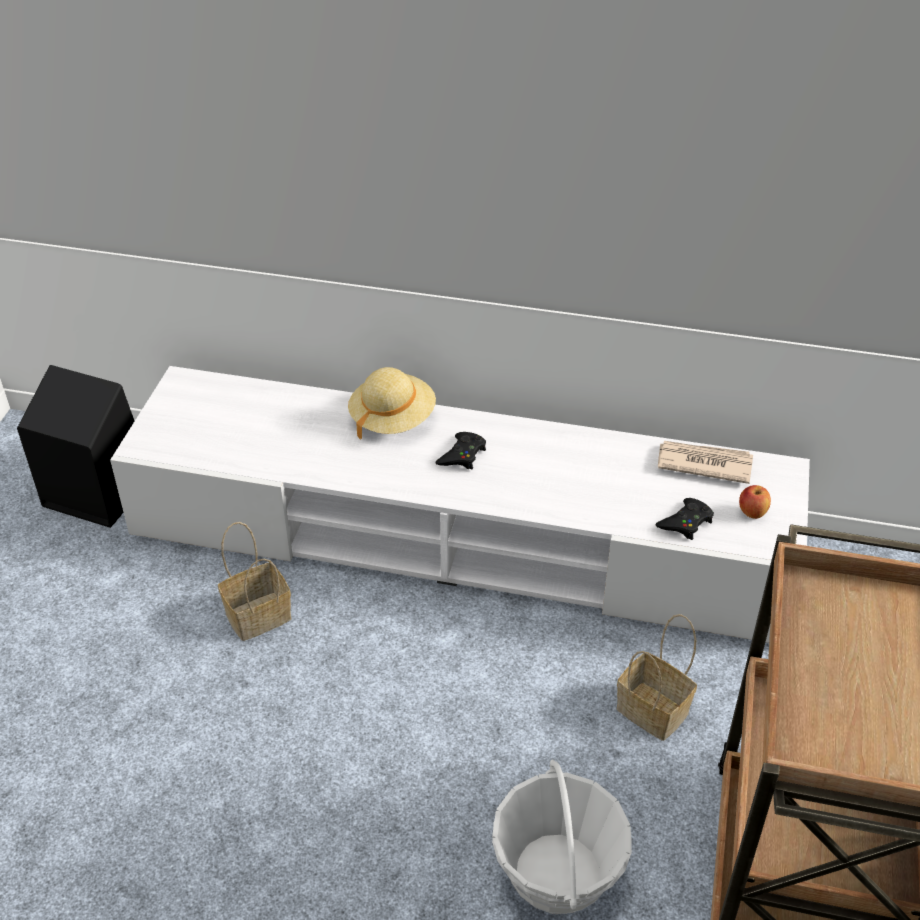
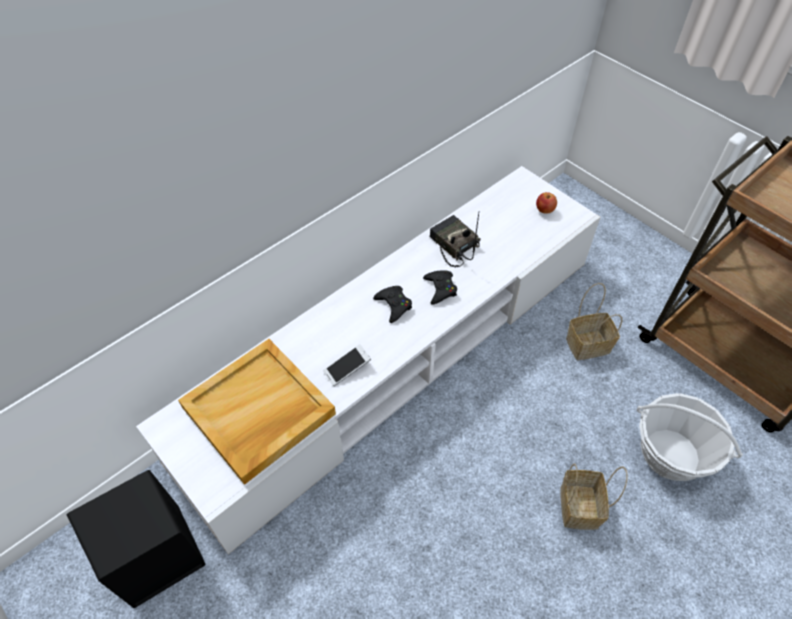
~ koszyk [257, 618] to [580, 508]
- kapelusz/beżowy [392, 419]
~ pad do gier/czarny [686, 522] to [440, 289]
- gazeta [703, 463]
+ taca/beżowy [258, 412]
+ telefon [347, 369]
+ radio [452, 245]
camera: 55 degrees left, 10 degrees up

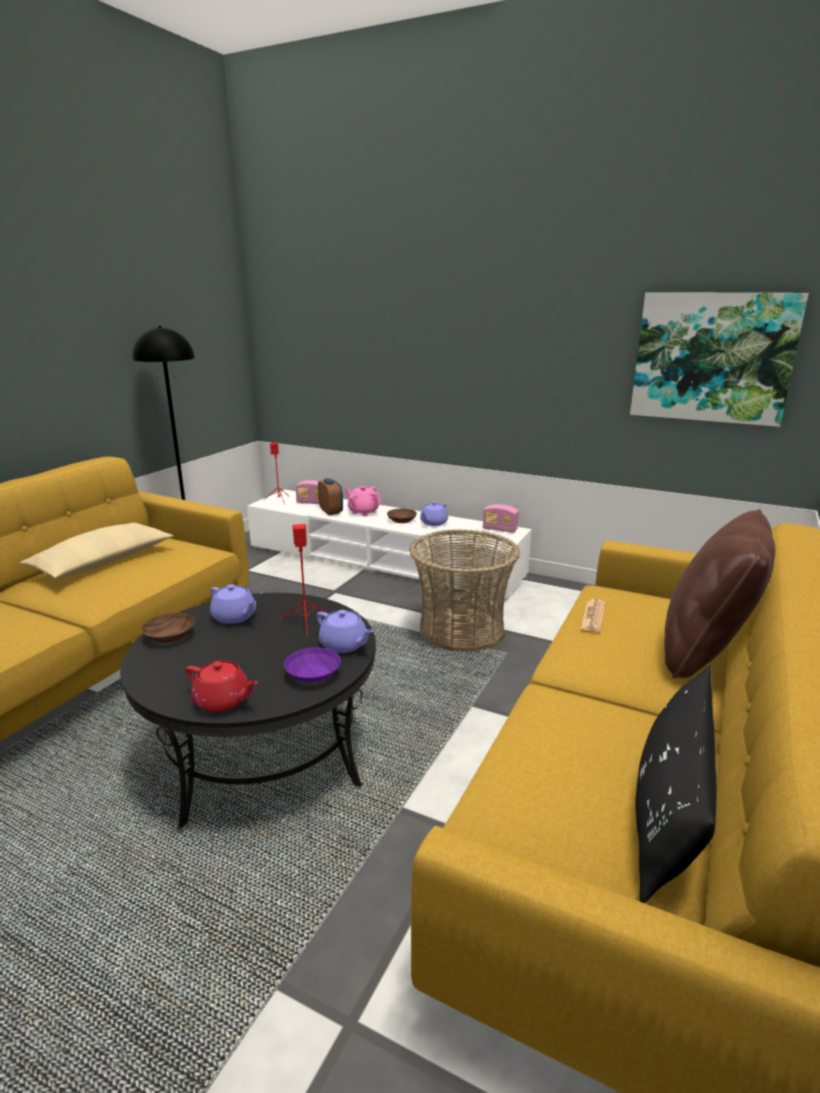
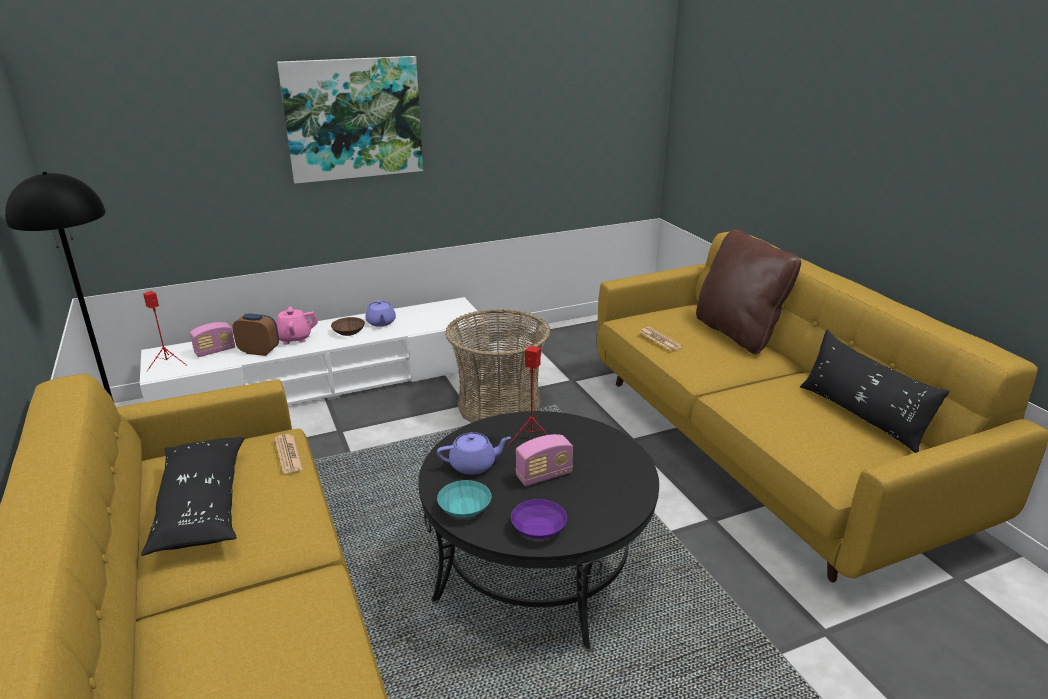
~ poduszka/beżowy [103, 562] to poduszka/czarny [202, 506]
~ miska/brązowy [171, 635] to miska/turkusowy [464, 507]
- imbryk/czerwony [223, 701]
~ miska/fioletowy [314, 675] to [540, 528]
- imbryk/fioletowy [344, 645]
~ radio [499, 529] to [544, 475]
~ obraz [712, 358] to [353, 119]
+ gazeta [288, 454]
camera: 50 degrees left, 5 degrees up

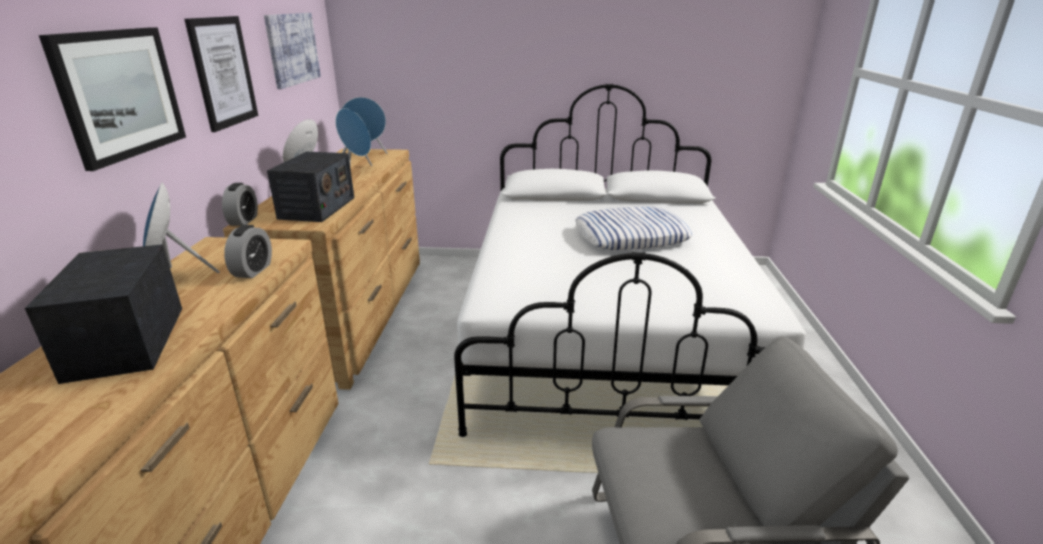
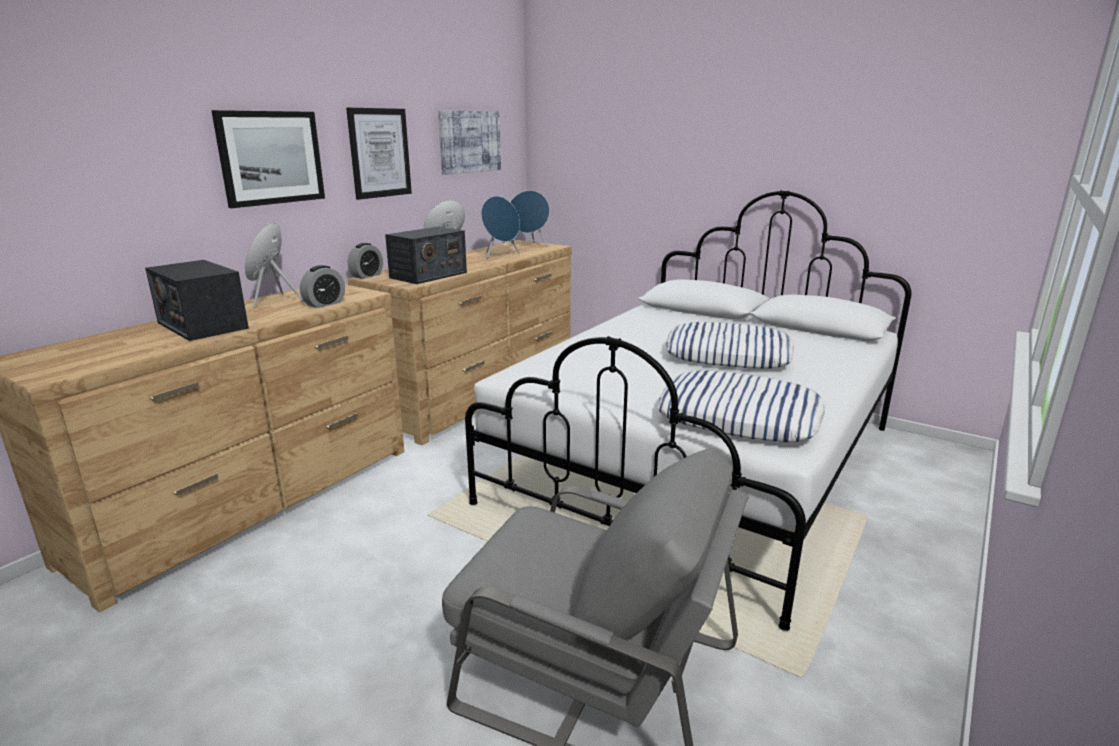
~ radio [127, 341] = [202, 325] 60 degrees counterclockwise
+ poduszka [739, 417]
camera: 30 degrees right, 5 degrees down

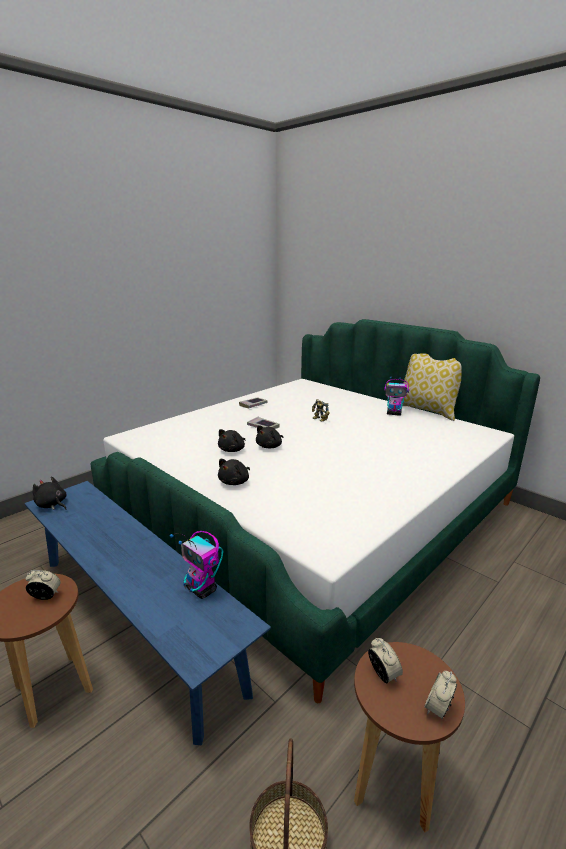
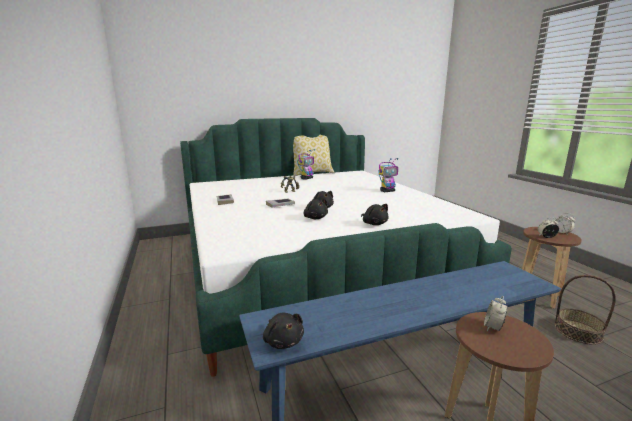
~ pluszak/czarny [52, 505] = [283, 341] 90 degrees counterclockwise
~ robot zabawkowy [202, 590] to [387, 191]
camera: 65 degrees left, 5 degrees down

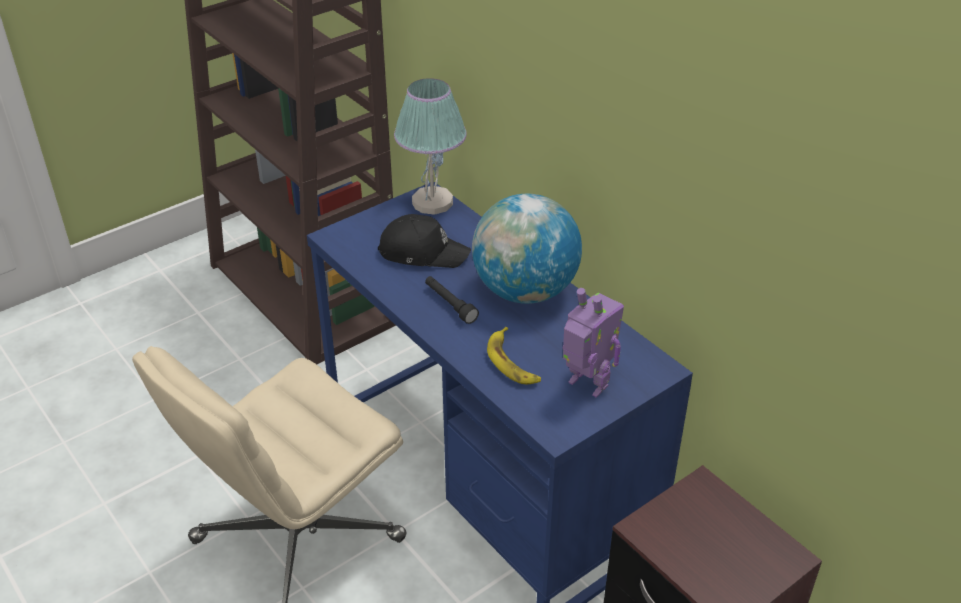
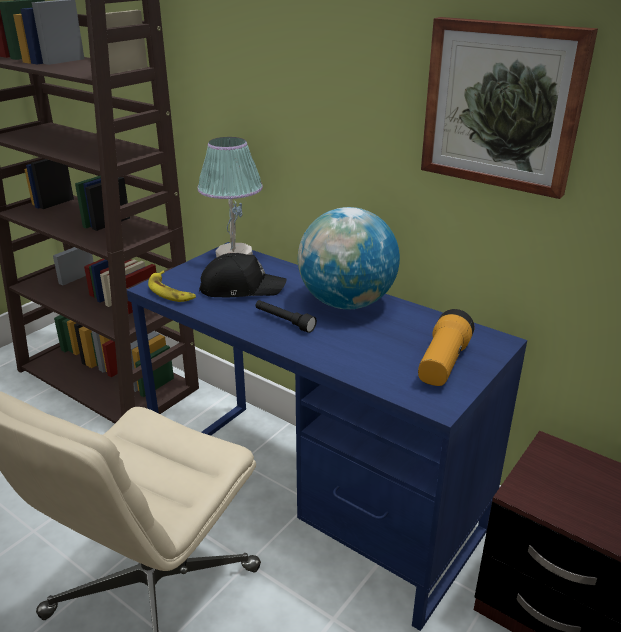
~ banan [512, 362] to [171, 291]
~ robot zabawkowy [586, 385] to latarka [443, 363]
+ obraz [502, 105]
camera: 15 degrees left, 10 degrees down

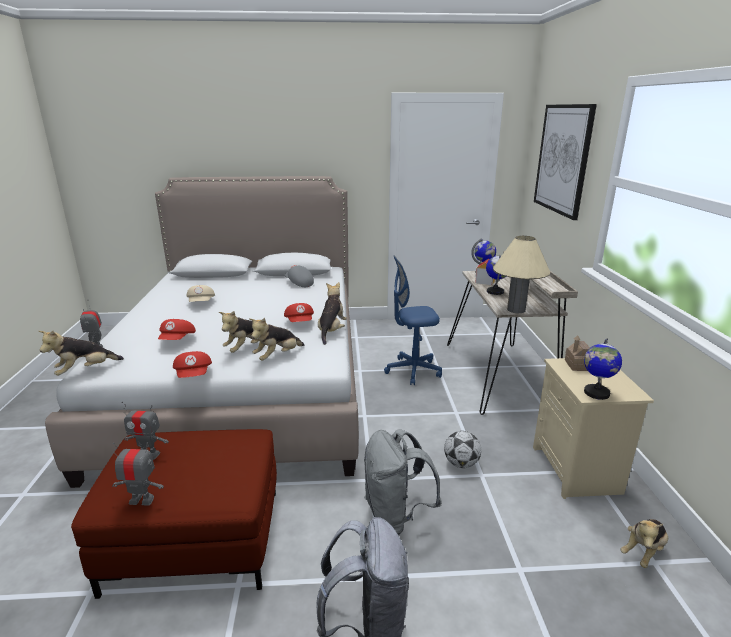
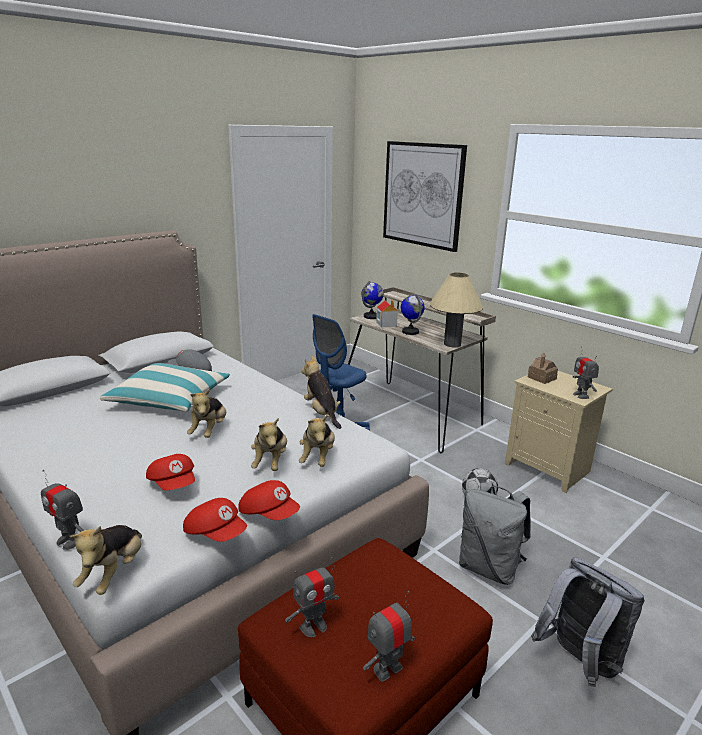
- czapka z daszkiem/beżowy [202, 303]
~ czapka z daszkiem/czerwony [300, 322] to [216, 533]
~ globus [596, 393] to robot zabawkowy [581, 395]
~ pluszak [643, 551] to [209, 430]
+ poduszka [169, 399]
camera: 40 degrees left, 0 degrees up

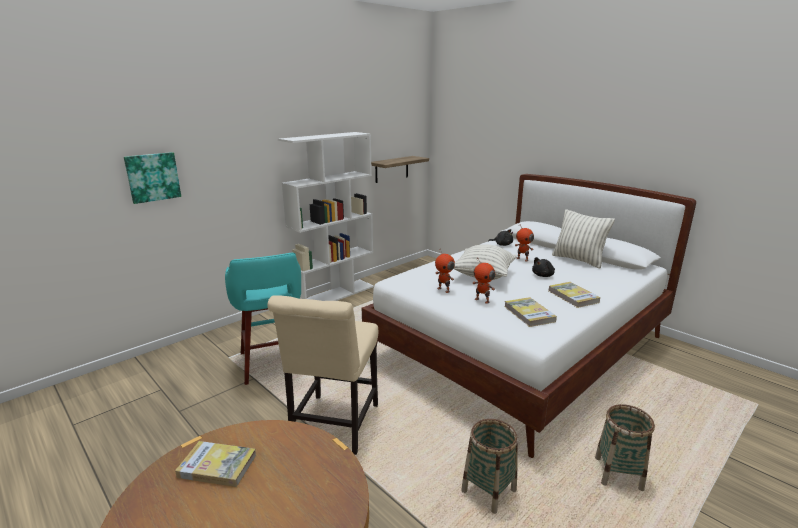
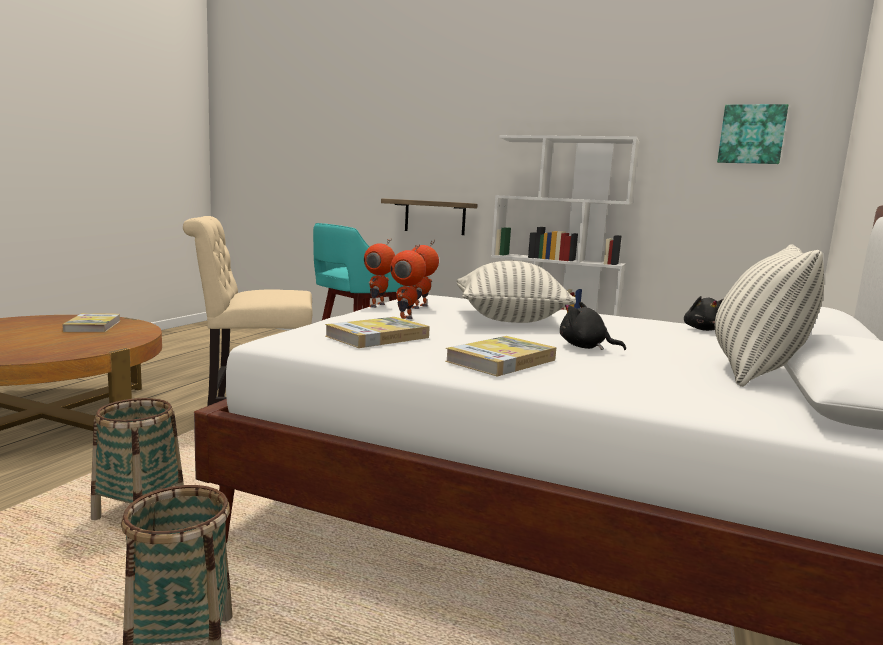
~ obraz [152, 177] to [751, 134]
~ półka [391, 169] to [435, 217]
~ robot zabawkowy [522, 259] to [378, 305]
camera: 65 degrees right, 10 degrees down

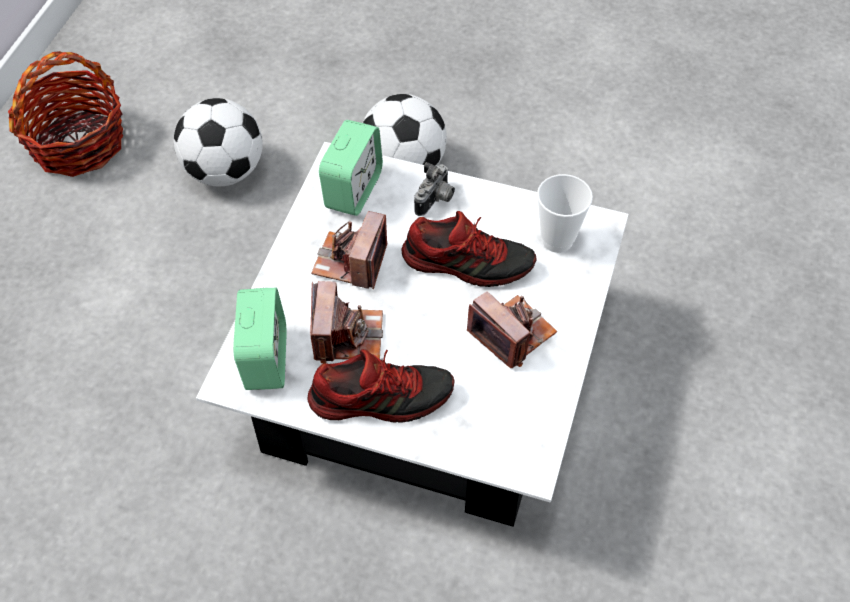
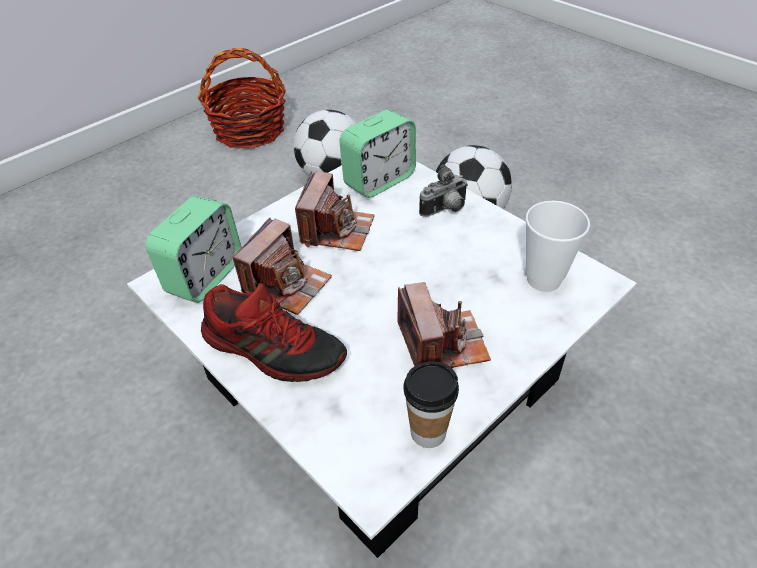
~ aparat fotograficzny [351, 261] = [336, 230] 150 degrees clockwise
- but [467, 262]
+ filiżanka [428, 432]
camera: 30 degrees right, 10 degrees down

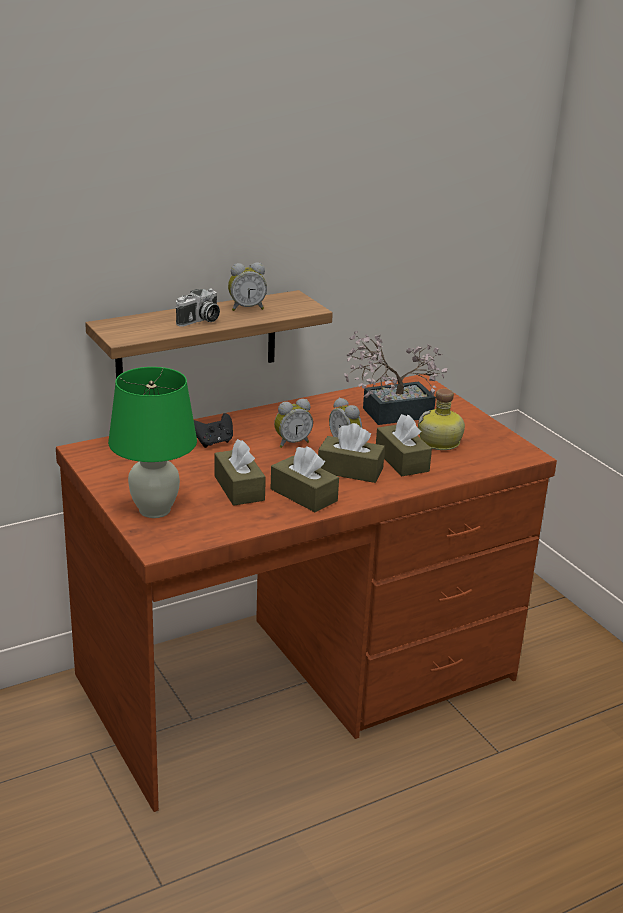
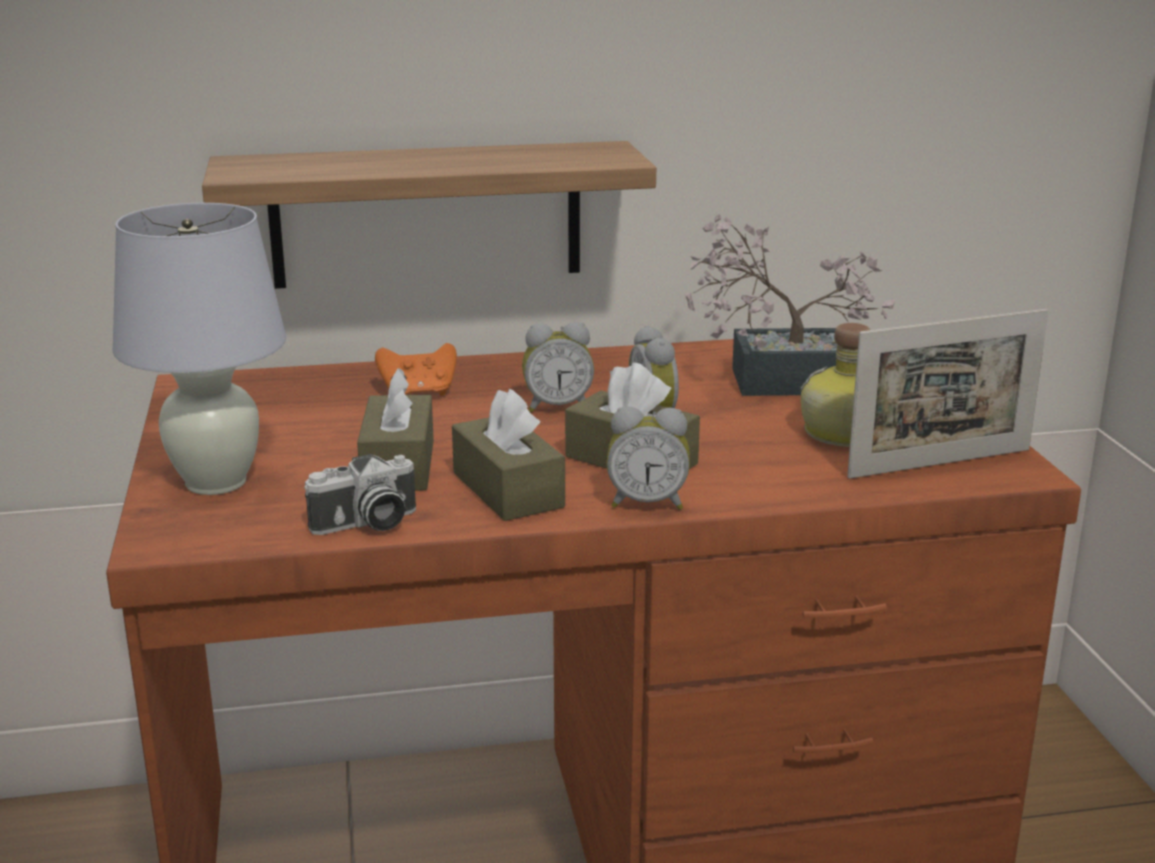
~ lampa stołowa/zielony [154, 510] to lampa stołowa/biały [216, 482]
~ aparat fotograficzny [200, 321] to [366, 524]
~ pad do gier/czarny [213, 442] to pad do gier/pomarańczowy [418, 393]
~ budzik [246, 308] to [647, 503]
- pudełko chusteczek/brązowy [402, 460]
+ ramka na zdjęcie [940, 463]
camera: 20 degrees right, 5 degrees down

